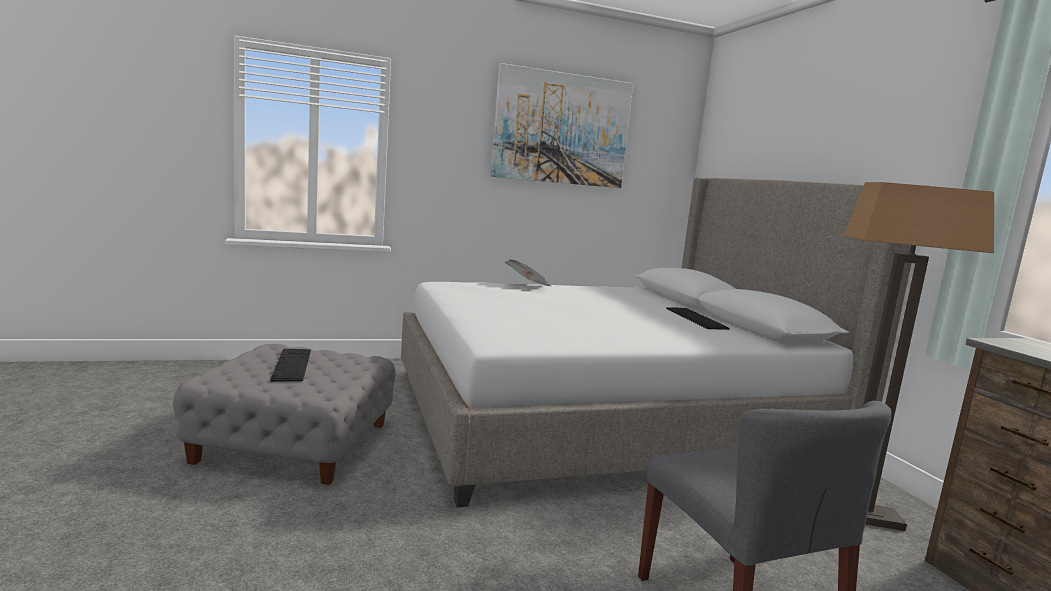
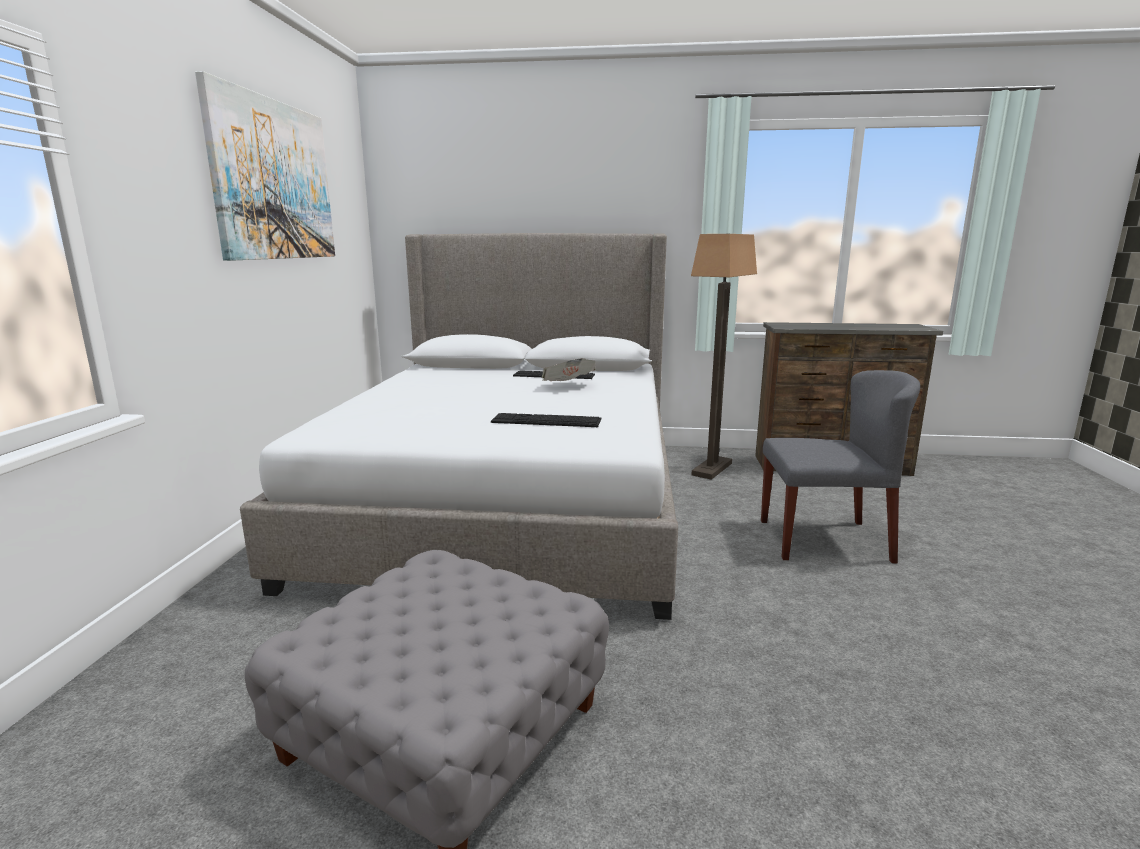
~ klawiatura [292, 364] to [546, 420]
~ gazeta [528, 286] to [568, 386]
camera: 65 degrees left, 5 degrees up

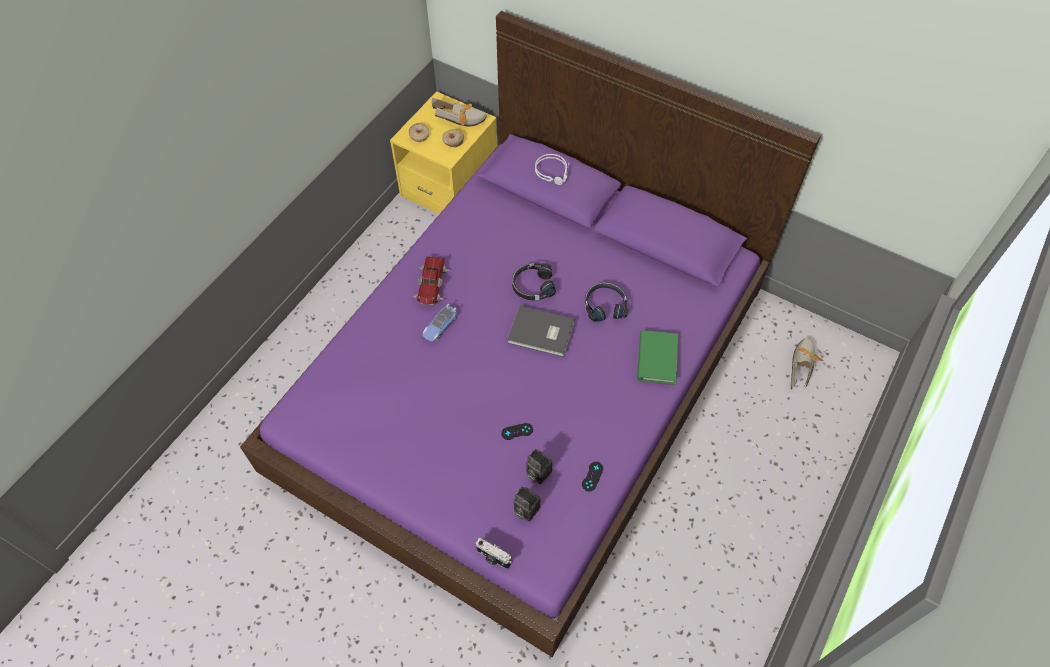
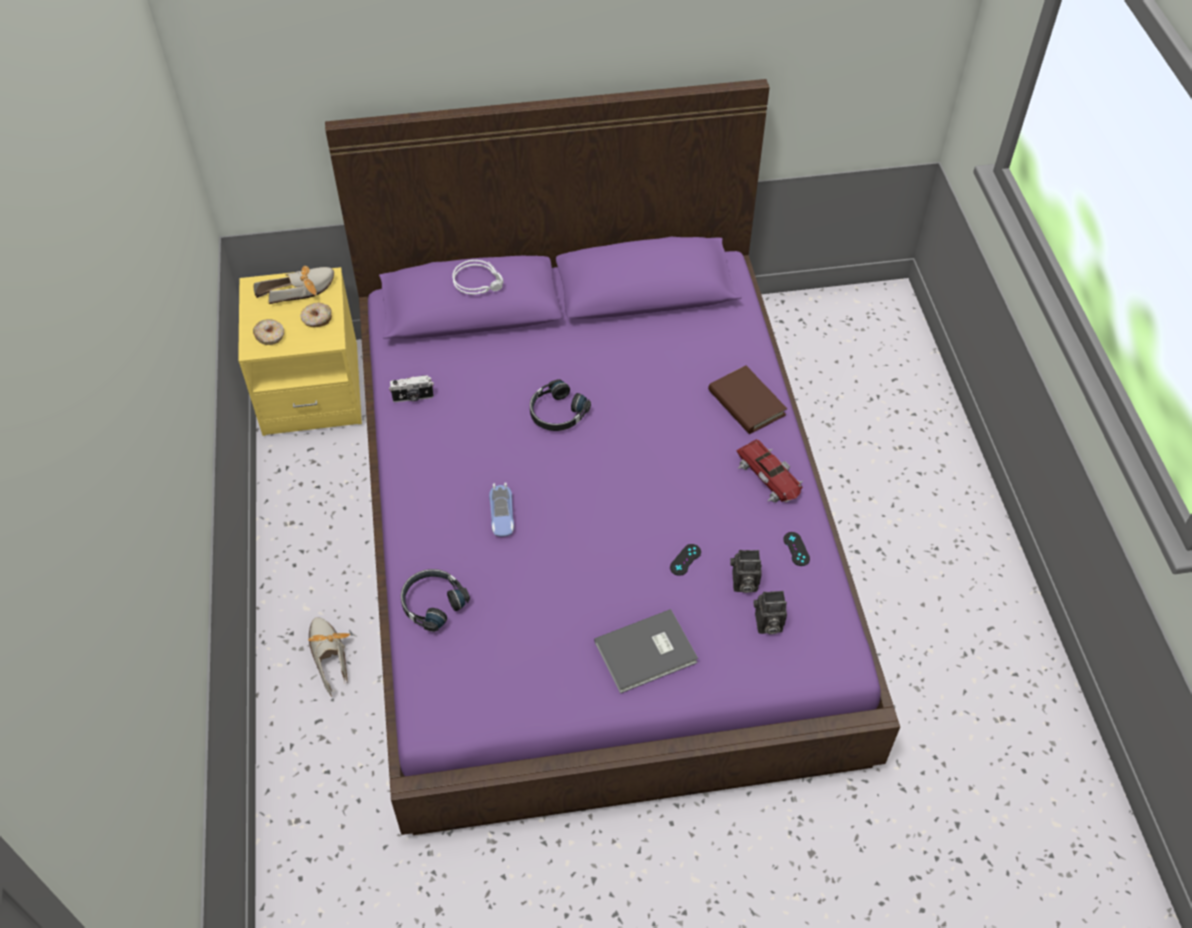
~ samochodzik [432, 285] to [770, 477]
~ aparat fotograficzny [493, 558] to [413, 398]
~ książka/szary [541, 334] to [648, 654]
~ słuchawki/czarny [605, 305] to [432, 603]
~ książka/zielony [657, 359] to książka/brązowy [746, 403]
~ but [802, 364] to [328, 654]
camera: 40 degrees left, 5 degrees down

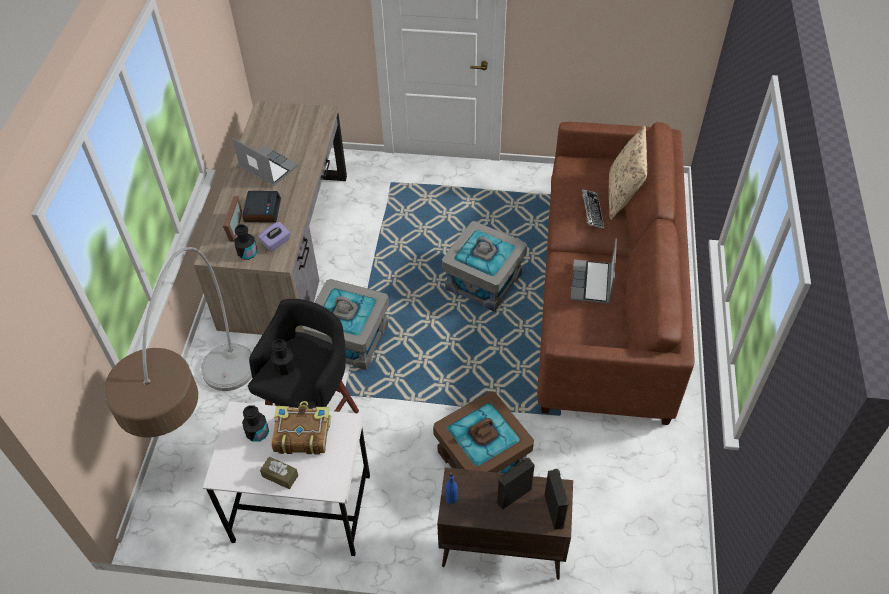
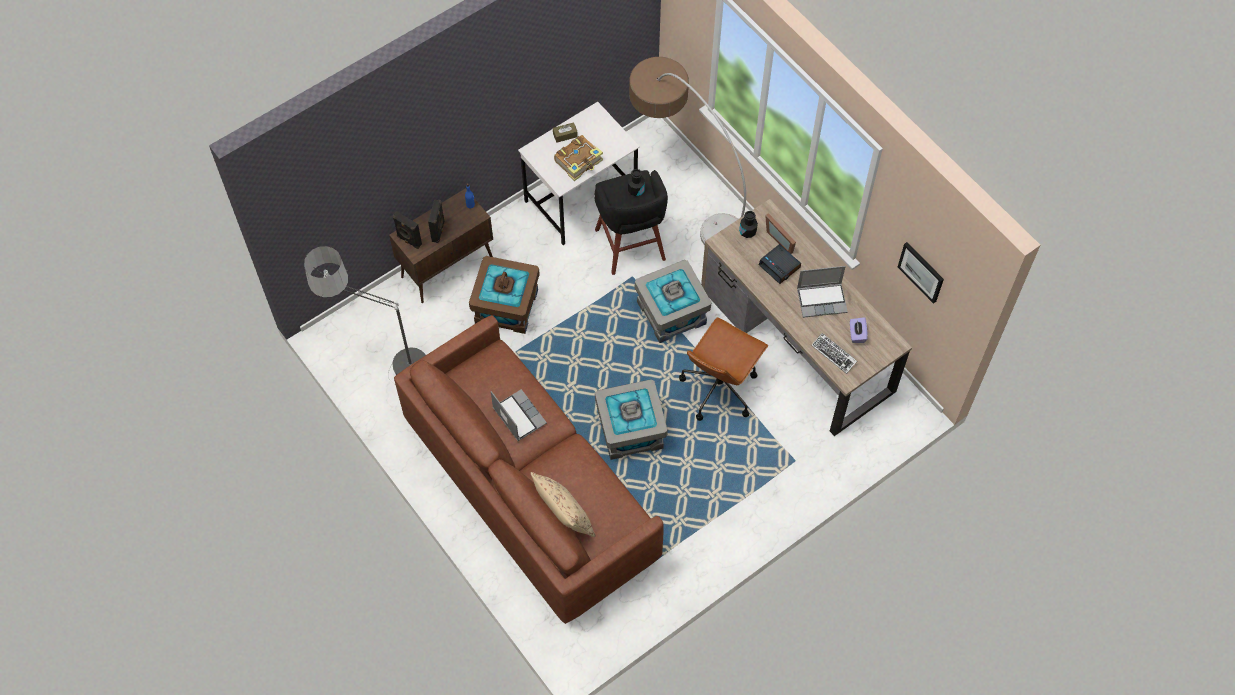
- butelka/czarny [257, 433]
~ pudełko chusteczek/fioletowy [276, 242] to [857, 334]
~ klawiatura [592, 211] to [834, 354]
+ lampa stojąca [382, 363]
+ krzesło biurowe/brązowy [719, 387]
+ obraz [921, 272]
camera: 135 degrees right, 10 degrees up

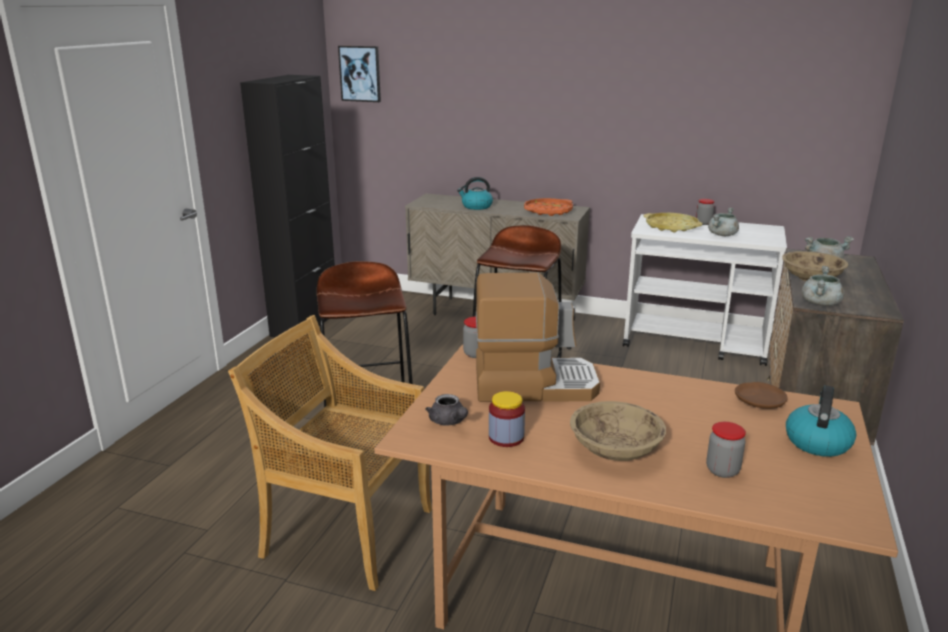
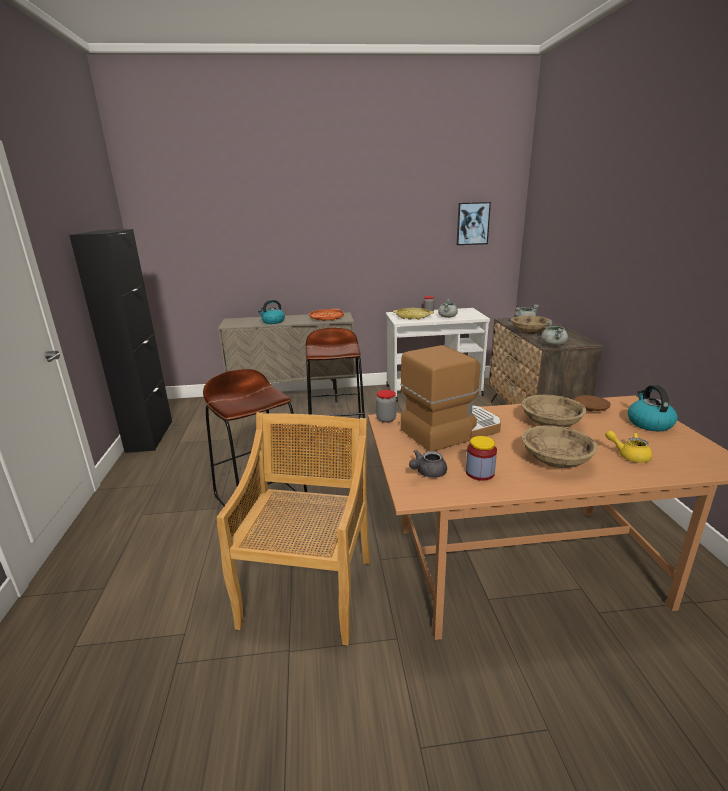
~ krzesło/beżowy [346, 531] = [308, 589] 105 degrees clockwise
~ obraz [360, 73] to [472, 223]
~ imbryk/szary [449, 422] = [427, 473] 105 degrees clockwise
~ słoik [722, 470] to imbryk/żółty [629, 455]
+ miska/beżowy [550, 423]
camera: 25 degrees left, 0 degrees up

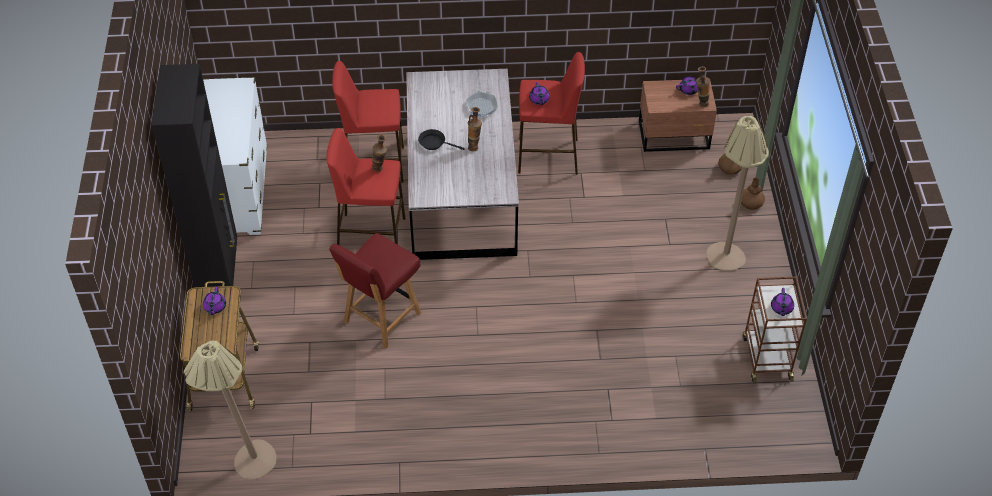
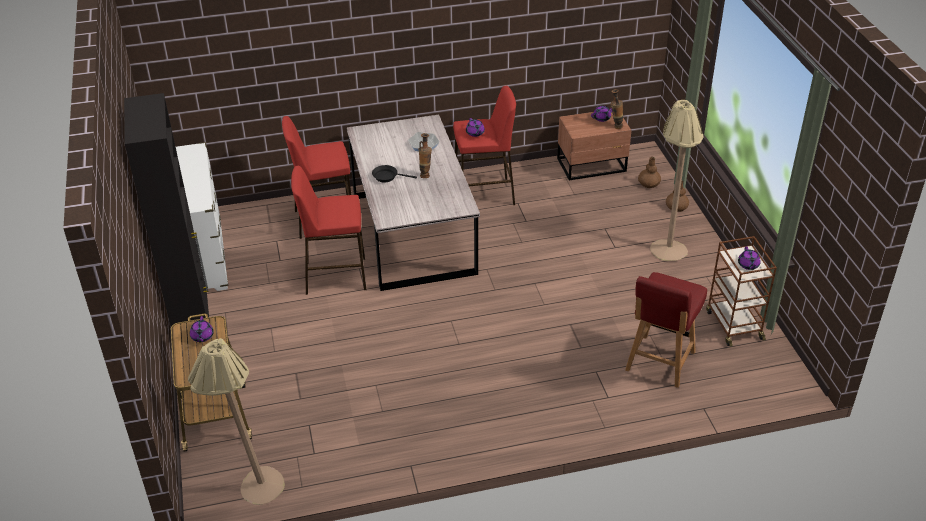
~ krzesło/czerwony [381, 319] to [659, 362]
- wazon [380, 170]
camera: 10 degrees left, 10 degrees down

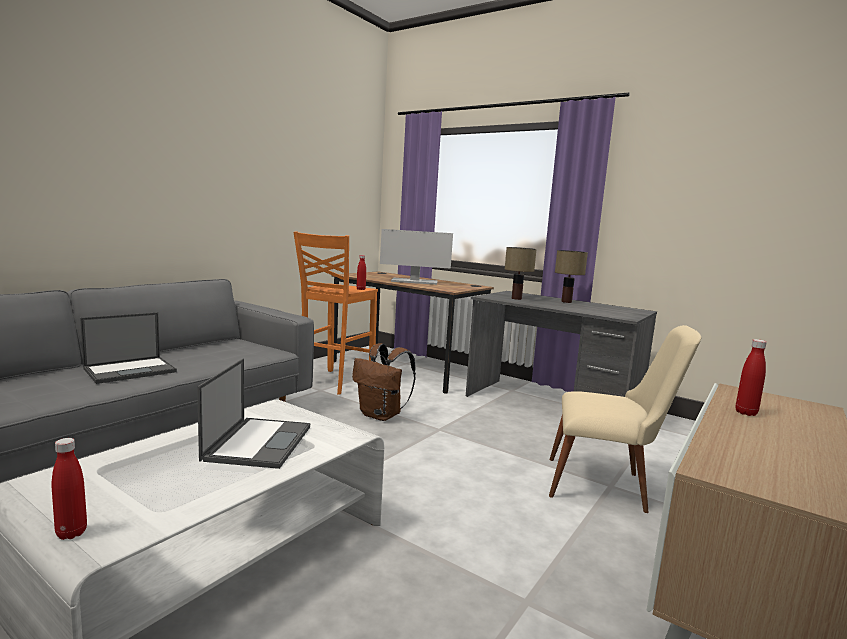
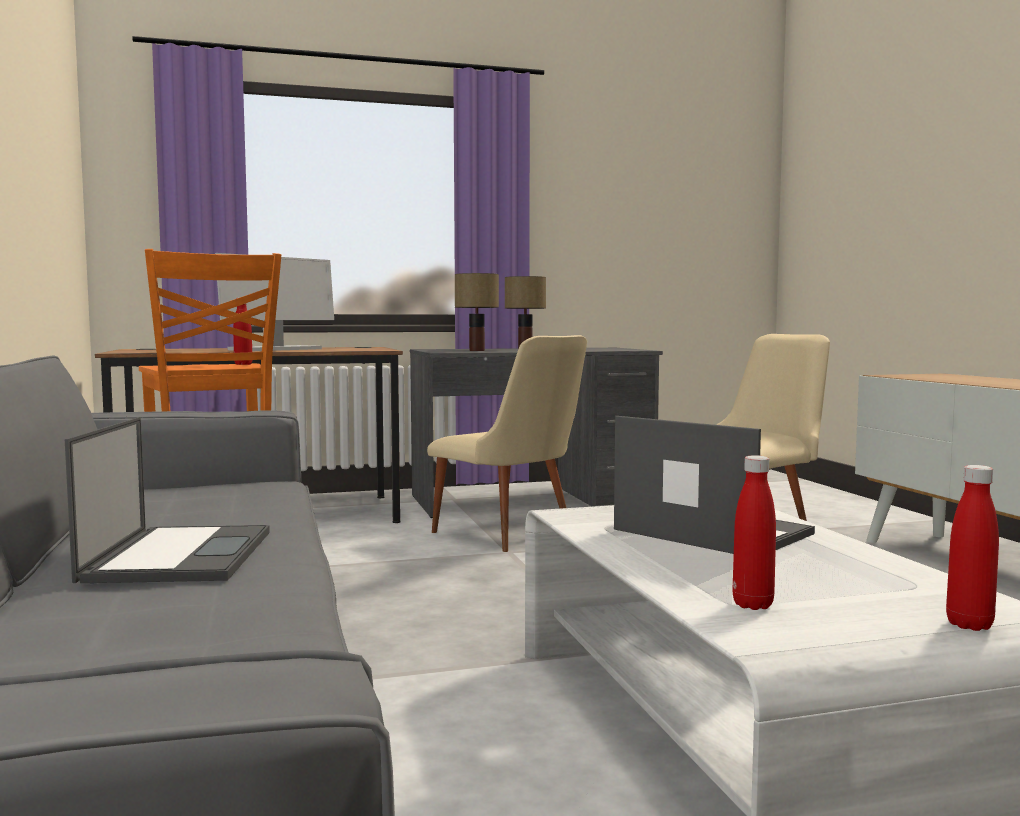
- plecak/brązowy [382, 415]
~ butelka/czerwony [746, 413] to [752, 605]
+ krzesło/beżowy [511, 536]
camera: 50 degrees left, 5 degrees down

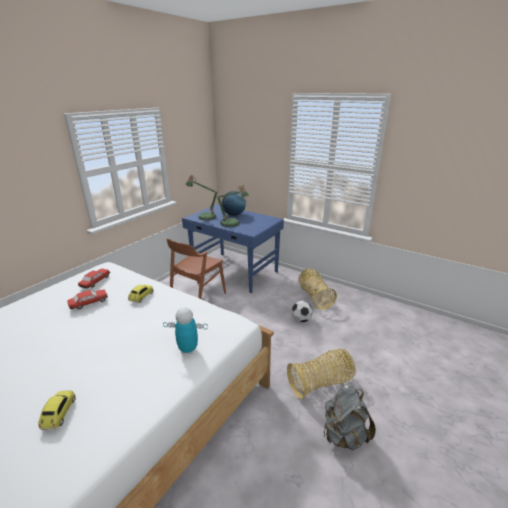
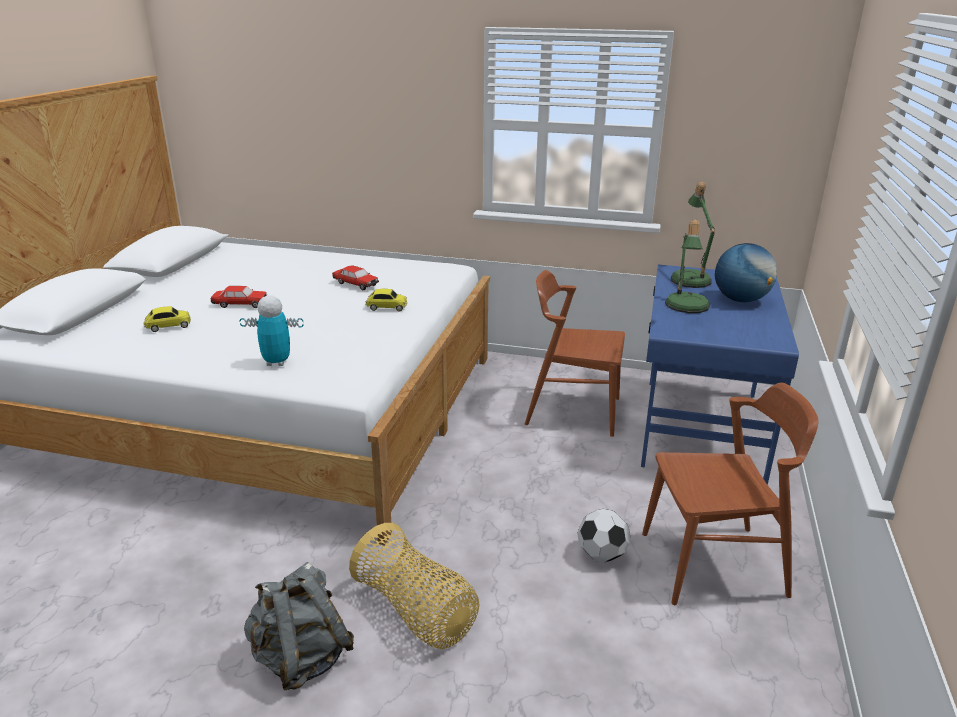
~ samochodzik [95, 282] to [240, 304]
~ robot zabawkowy [188, 350] = [276, 362] 75 degrees counterclockwise
~ koszyk [314, 297] to krzesło/brązowy [713, 564]
camera: 70 degrees right, 0 degrees up

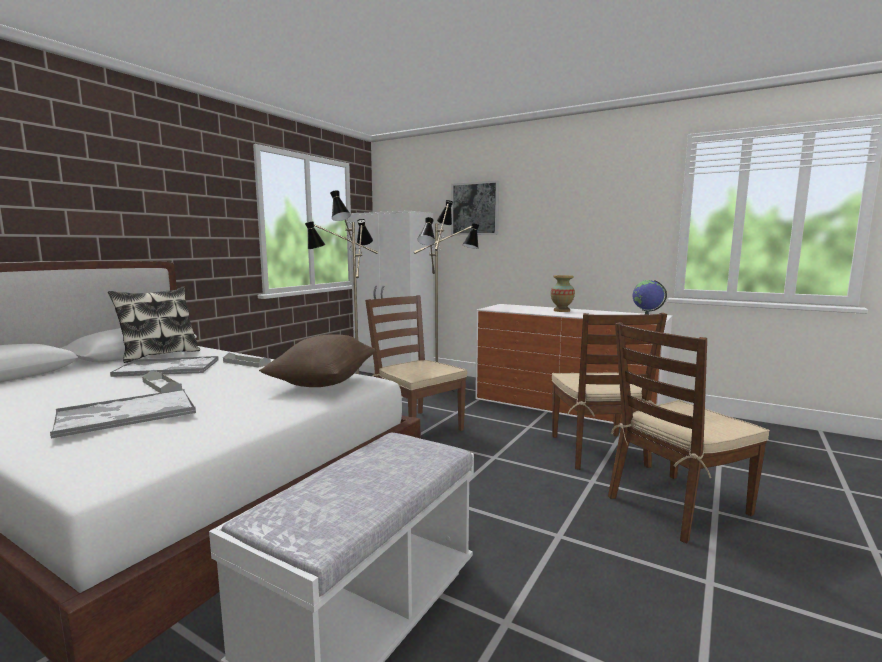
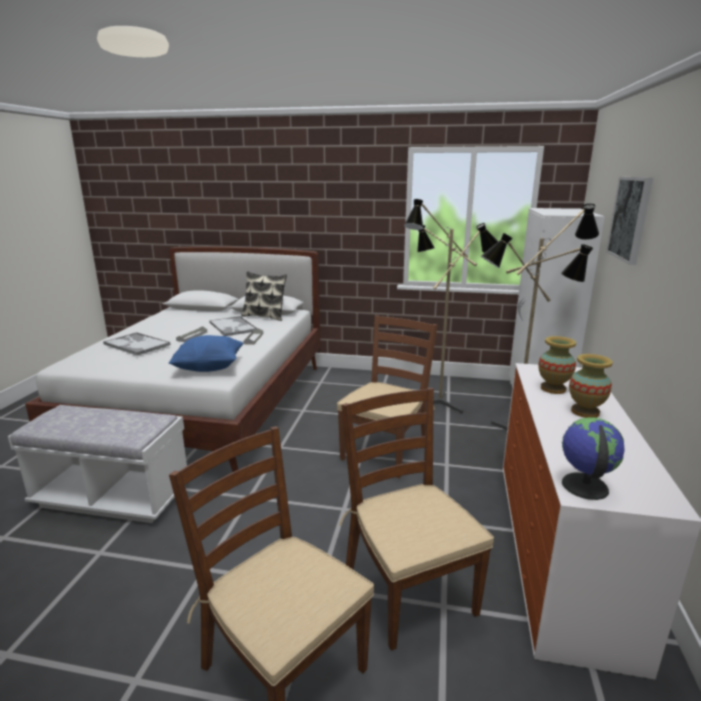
~ poduszka/brązowy [323, 383] to poduszka/niebieski [209, 368]
~ krzesło/brązowy [598, 451] = [407, 589] 90 degrees clockwise
+ wazon [553, 389]
camera: 70 degrees right, 10 degrees up

